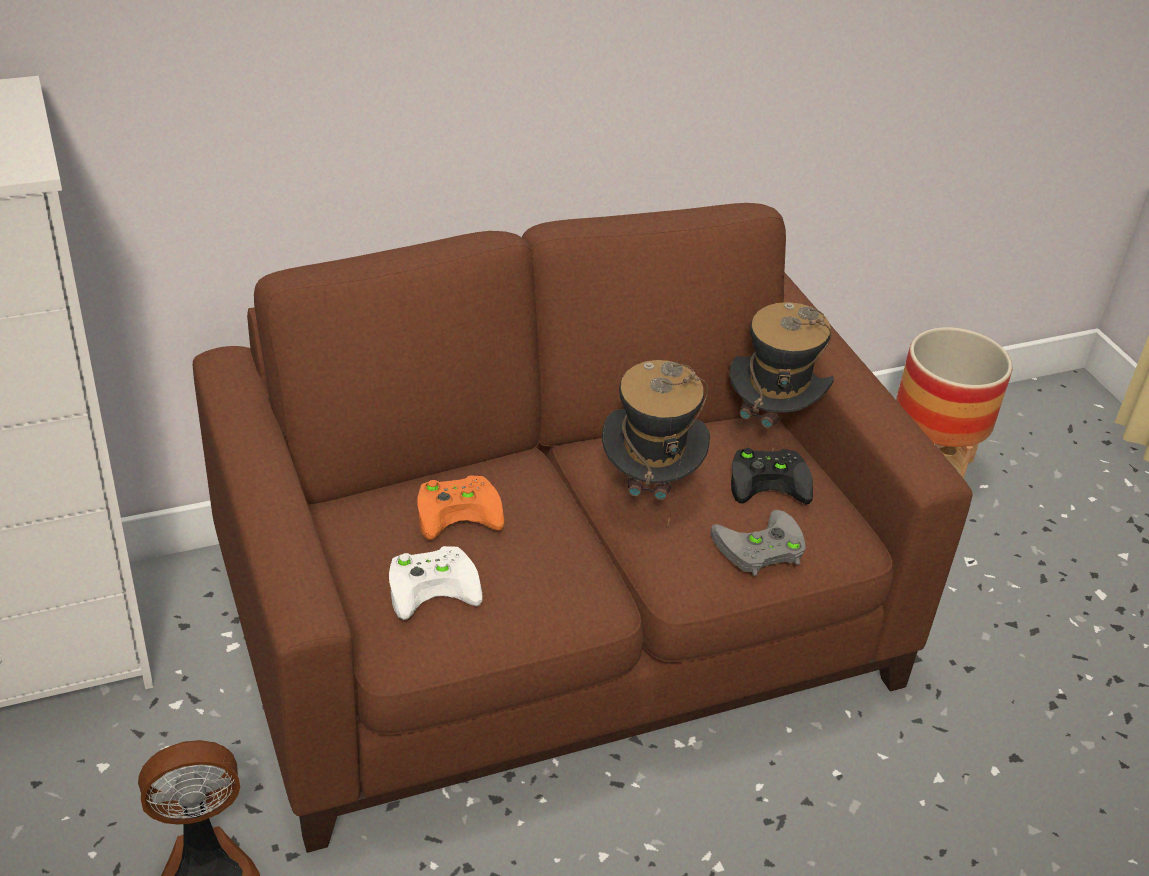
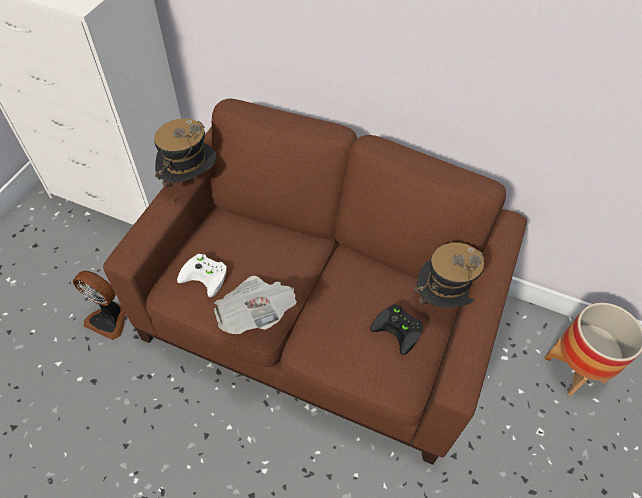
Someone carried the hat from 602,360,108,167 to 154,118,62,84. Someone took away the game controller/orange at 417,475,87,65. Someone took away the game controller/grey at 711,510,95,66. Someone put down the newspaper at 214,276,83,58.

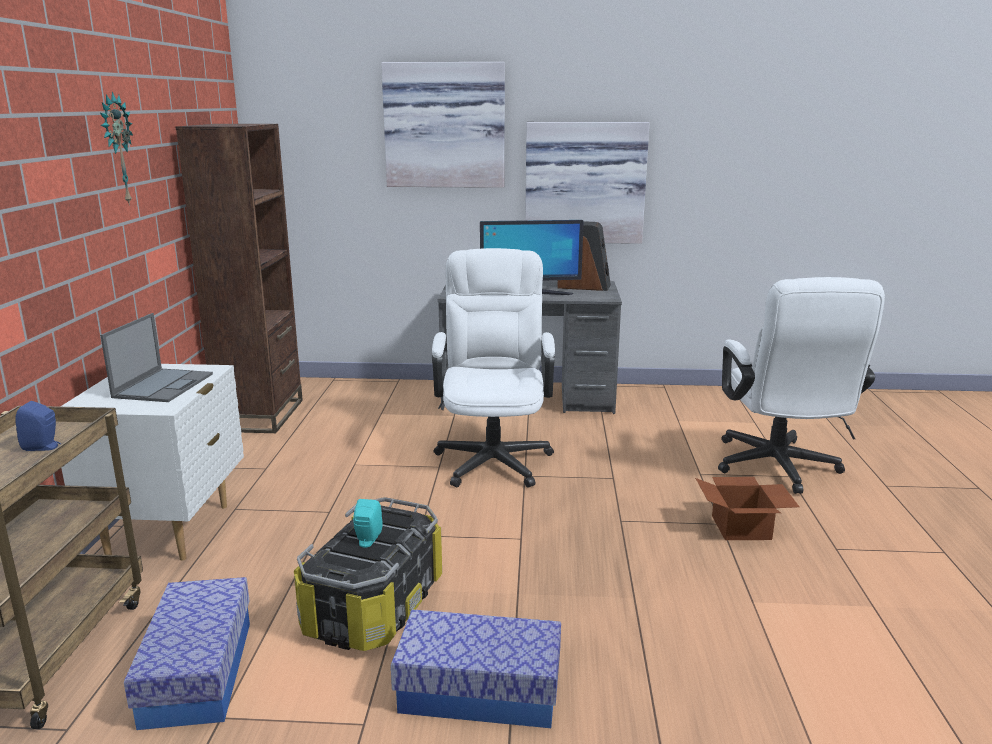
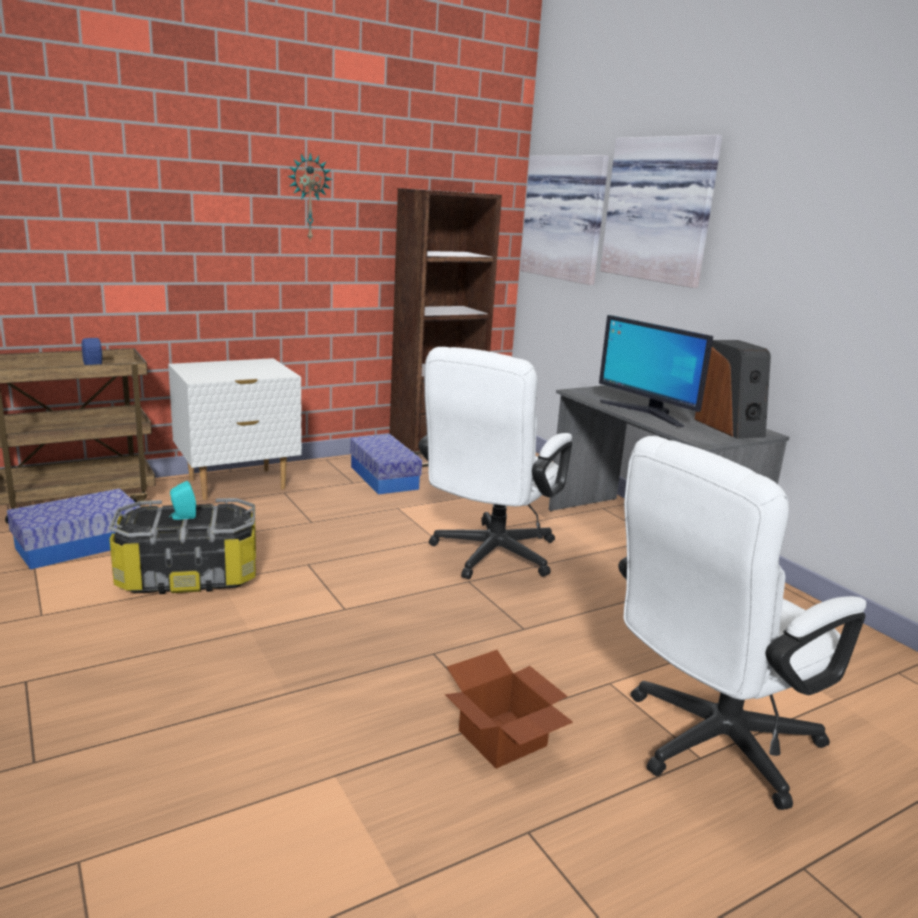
Someone carried the picture from 525,122,124,122 to 520,155,89,130. Someone rotated the office chair/white at 432,248,123,240 by 150 degrees clockwise. Someone took away the laptop at 100,313,113,89. Someone carried the storage box from 391,609,170,119 to 350,434,72,60.

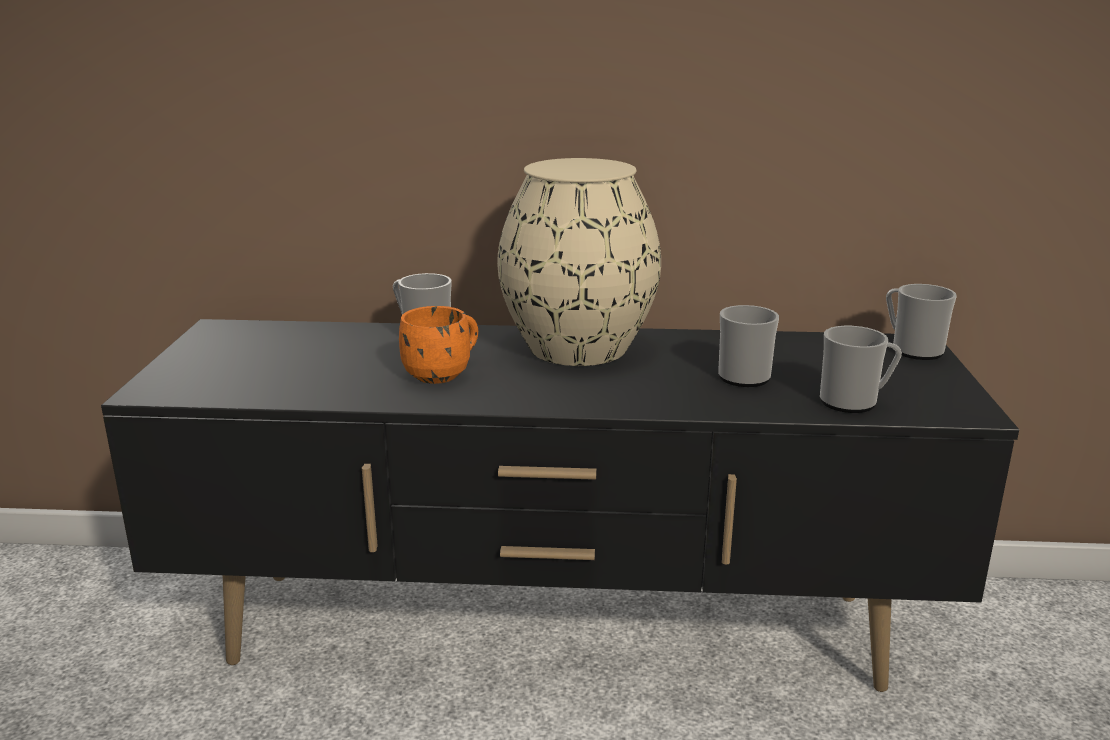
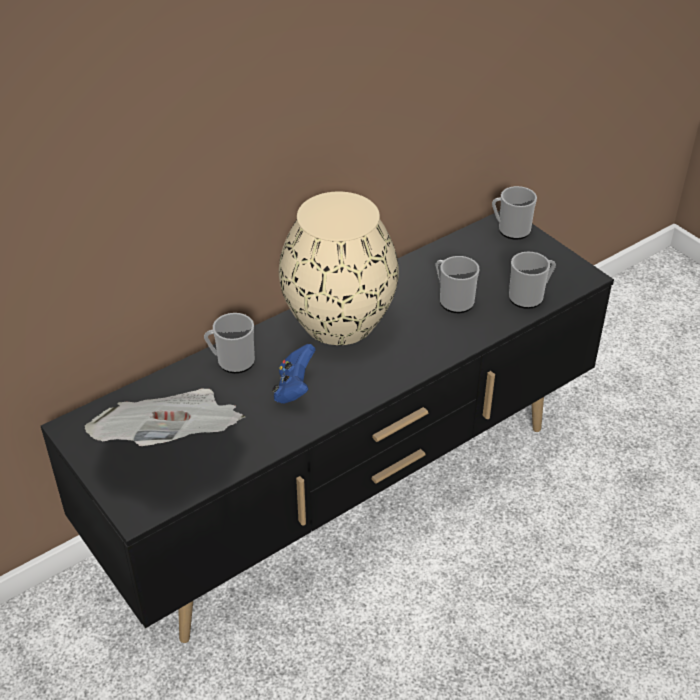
Someone swapped the mug/orange at 399,306,79,78 for the game controller/blue at 272,344,43,60. Someone put down the newspaper at 85,389,160,57.

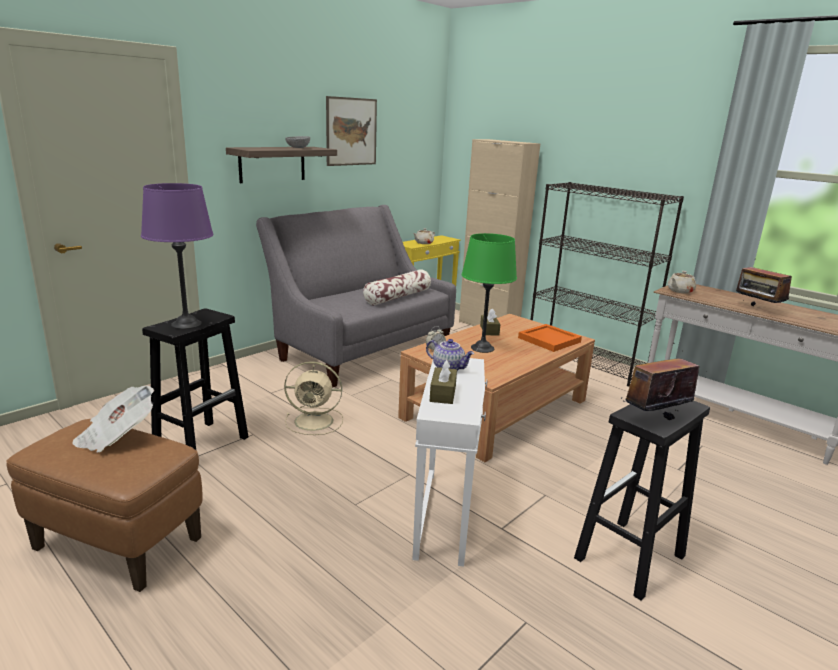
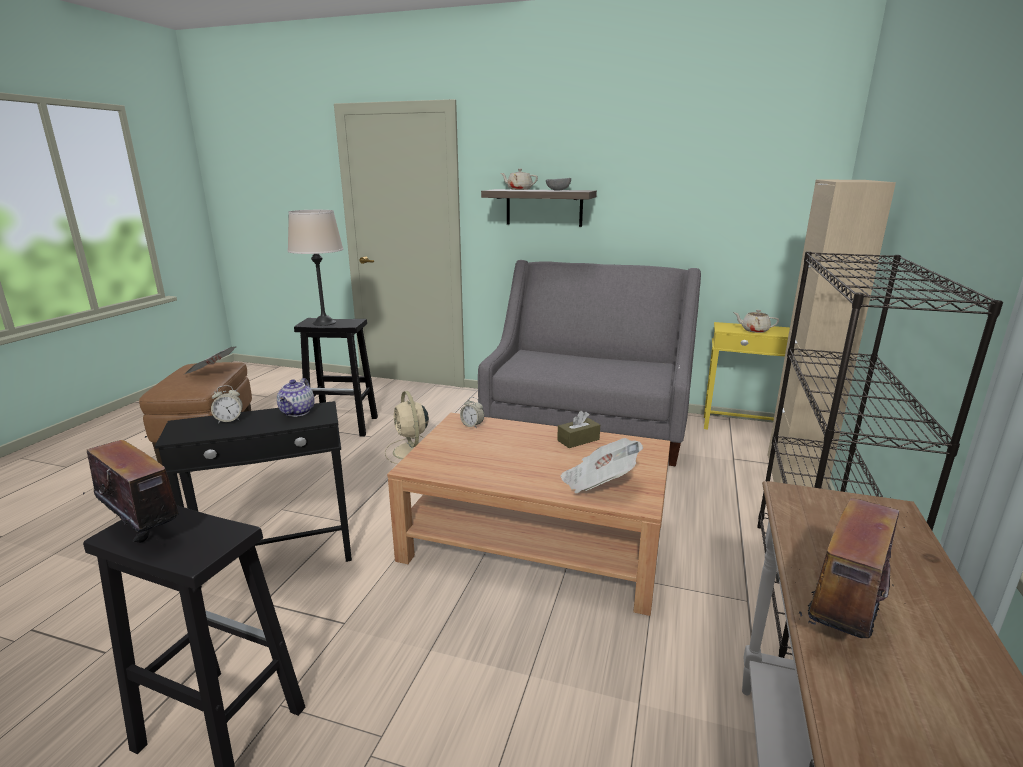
Someone took away the picture at 326,96,51,70. Someone repainted the table lamp/purple at 141,183,72,146, which became the table lamp/beige at 288,210,55,116. Someone took away the table lamp/green at 462,233,55,120. Someone took away the pillow at 363,269,68,36. Someone carried the teapot/beige from 668,271,28,23 to 501,169,37,21. Someone swapped the tray/orange at 518,324,64,28 for the newspaper at 560,438,83,56. Someone repainted the side table/white at 413,358,74,209, which became the side table/black at 155,401,197,186. Someone swapped the tissue box/brown at 430,360,27,44 for the alarm clock at 211,385,32,38.

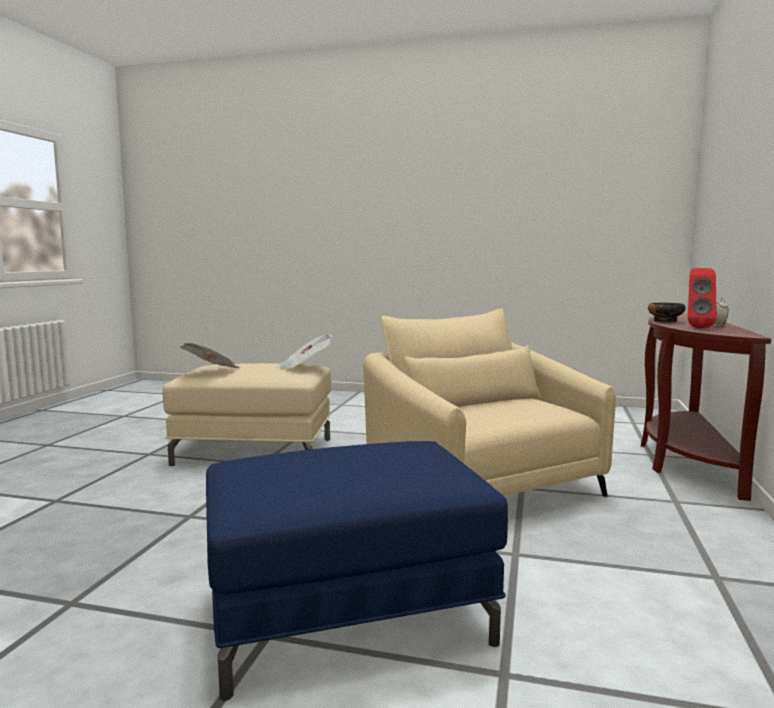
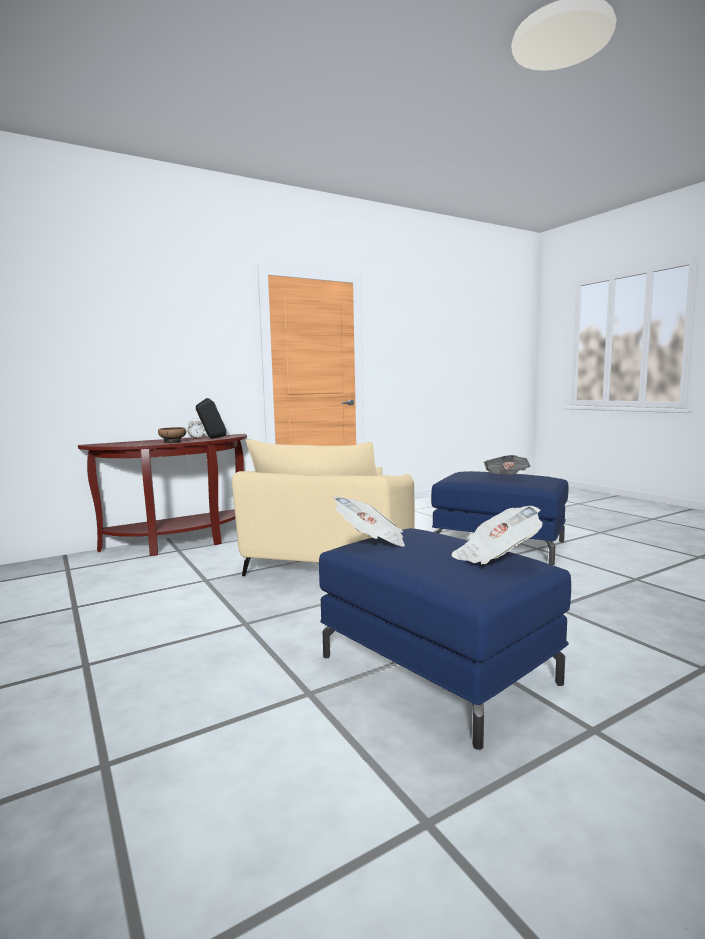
Someone repainted the speaker/red at 688,268,29,60, which became the speaker/black at 196,398,31,40. Someone repainted the ottoman/beige at 163,363,168,103, which became the ottoman/blue at 319,528,252,222. Someone put down the newspaper at 484,455,46,20.

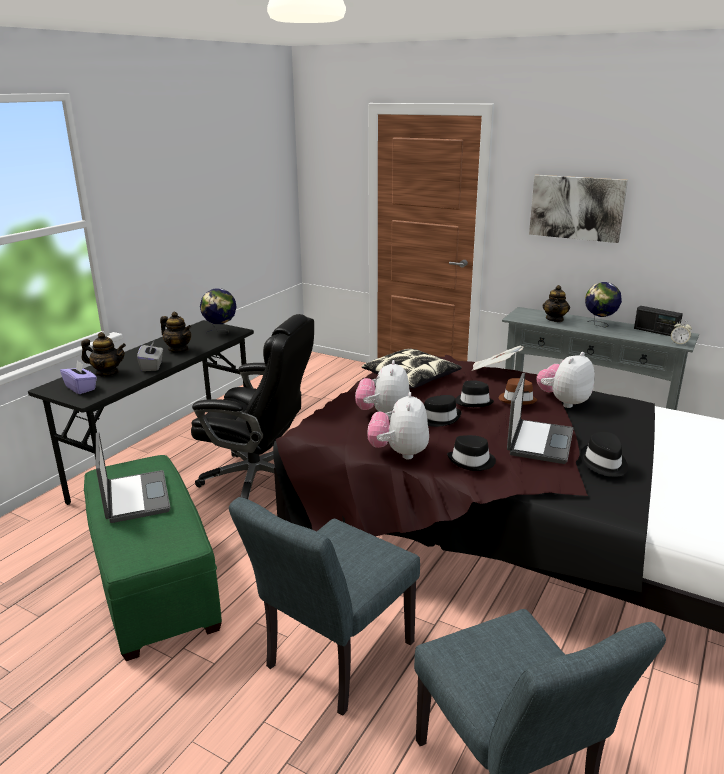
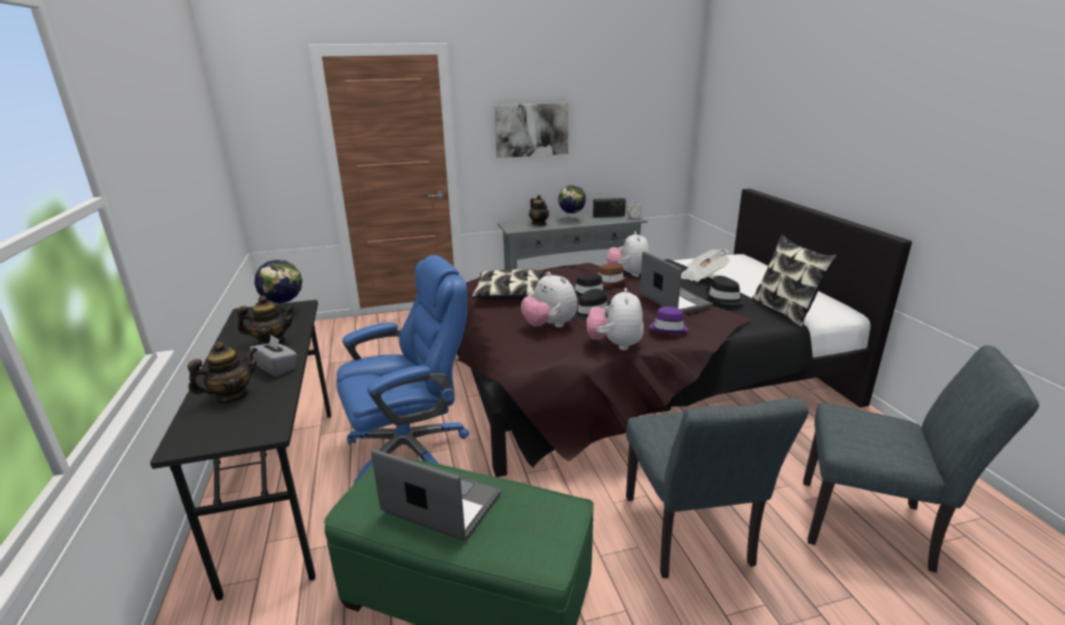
Someone repainted the office chair/black at 191,314,123,185, which became the office chair/blue at 336,255,134,229. Someone carried the newspaper from 472,345,51,26 to 681,249,49,33. Someone took away the tissue box/purple at 60,360,37,34. Someone rotated the plush toy at 367,392,62,67 by 45 degrees clockwise. Someone repainted the hat/black at 447,435,49,36, which became the hat/purple at 649,306,39,28. Someone put down the pillow at 752,235,85,92.

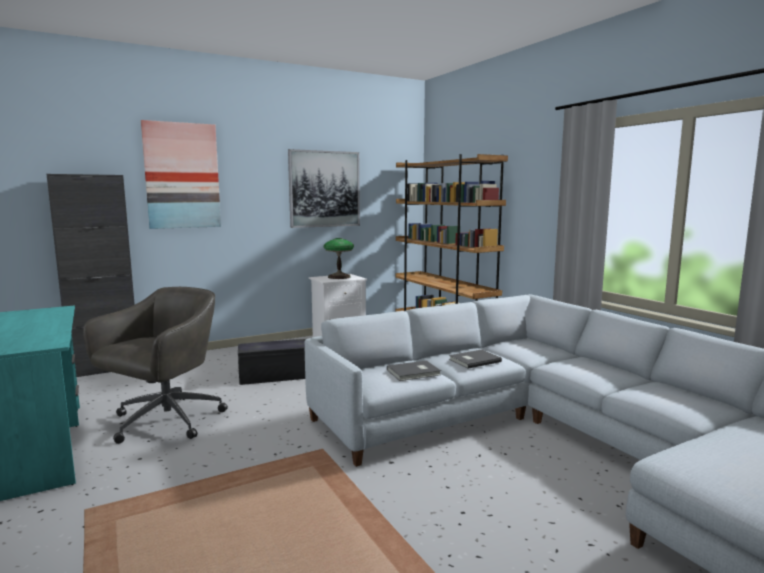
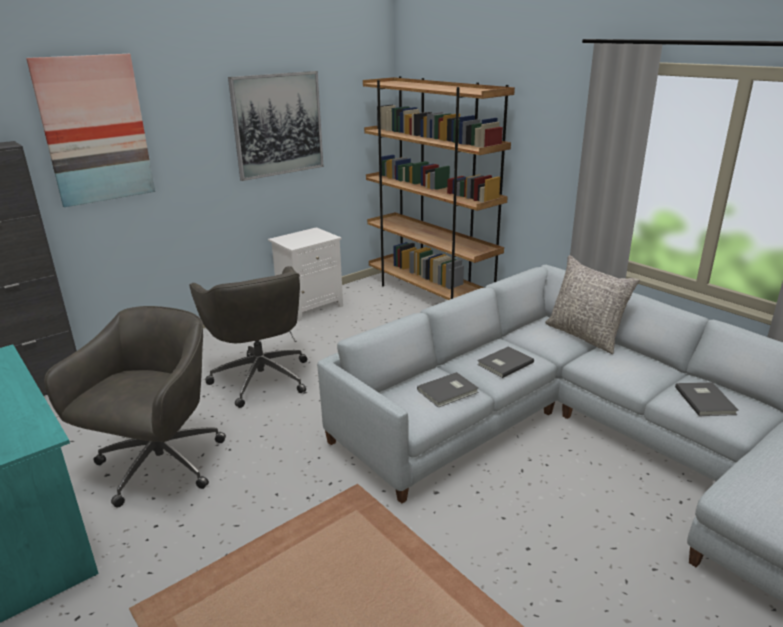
Someone took away the table lamp at 324,238,30,41. Someone swapped the storage box/black at 238,339,68,46 for the office chair/grey at 189,266,118,142. Someone put down the pillow/grey at 545,255,95,99. Someone put down the book/grey at 675,382,64,34.

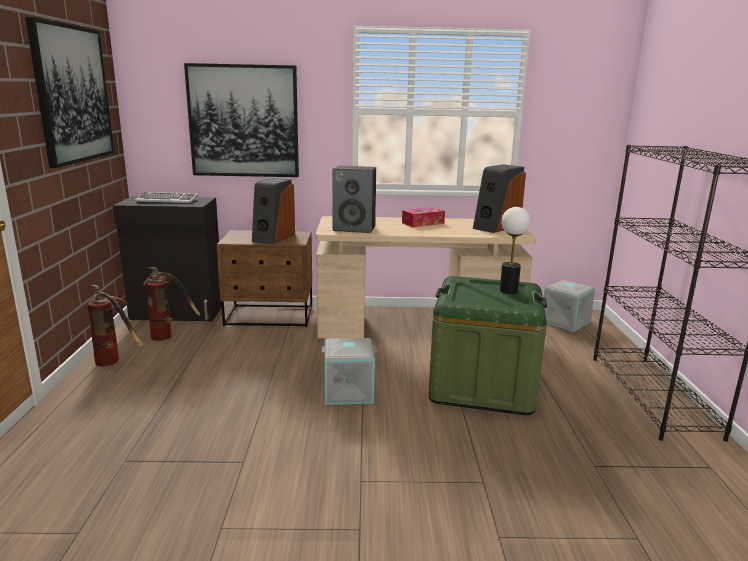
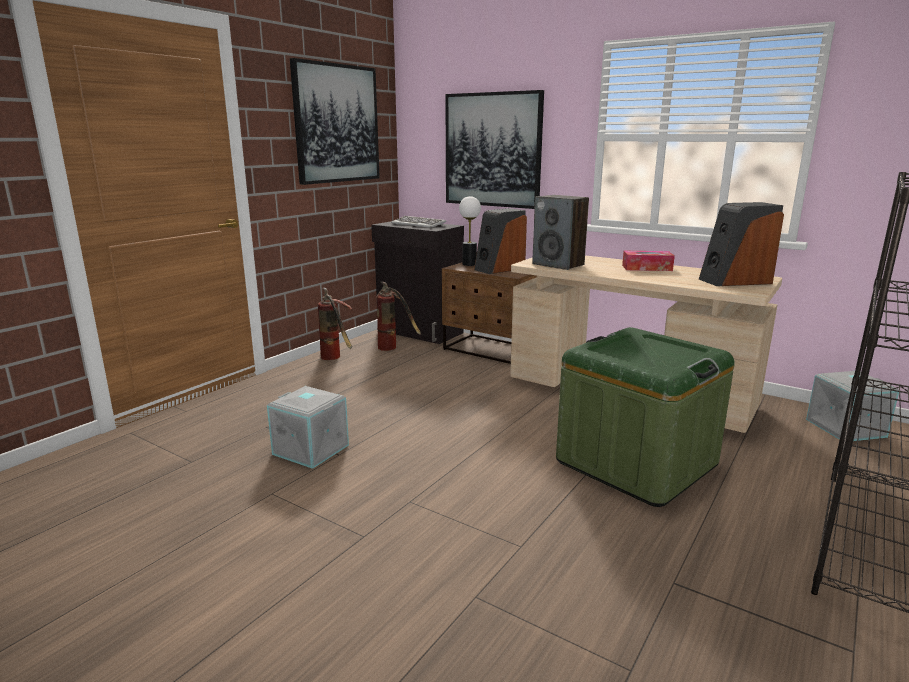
Someone carried the table lamp from 500,207,30,87 to 459,196,22,70. Someone carried the storage box/grey from 322,338,55,67 to 267,386,82,83.

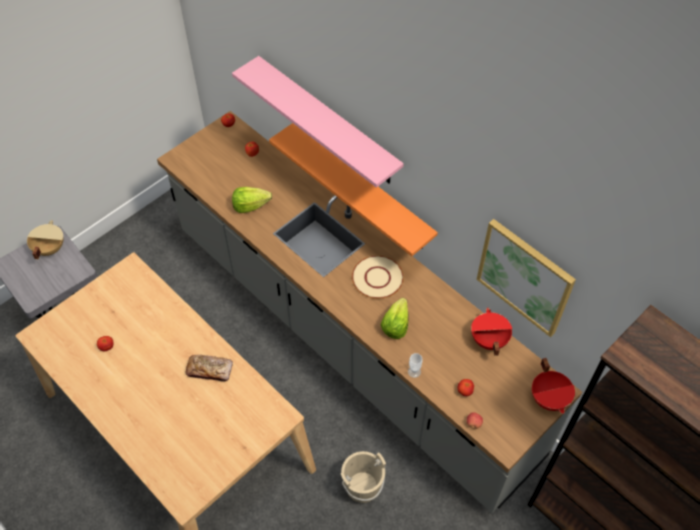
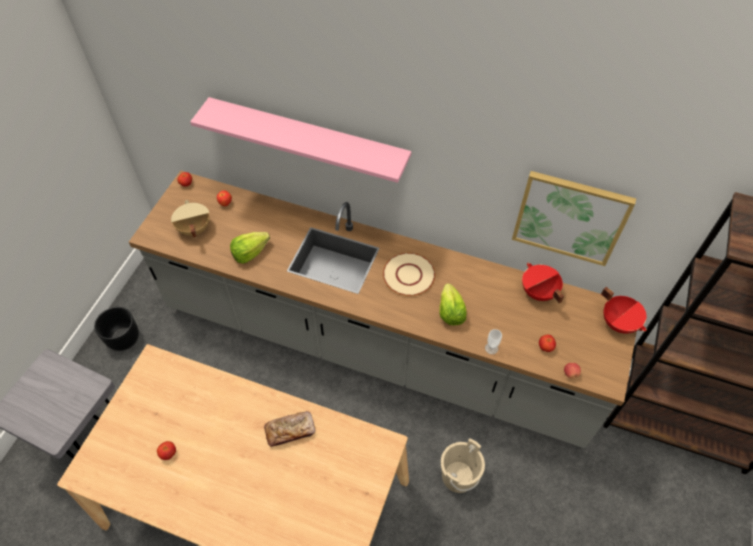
Someone took away the shelf/orange at 269,123,169,133. Someone carried the cooking pot/beige from 27,220,36,40 to 171,200,39,38. Someone put down the planter/black at 94,307,45,44.

